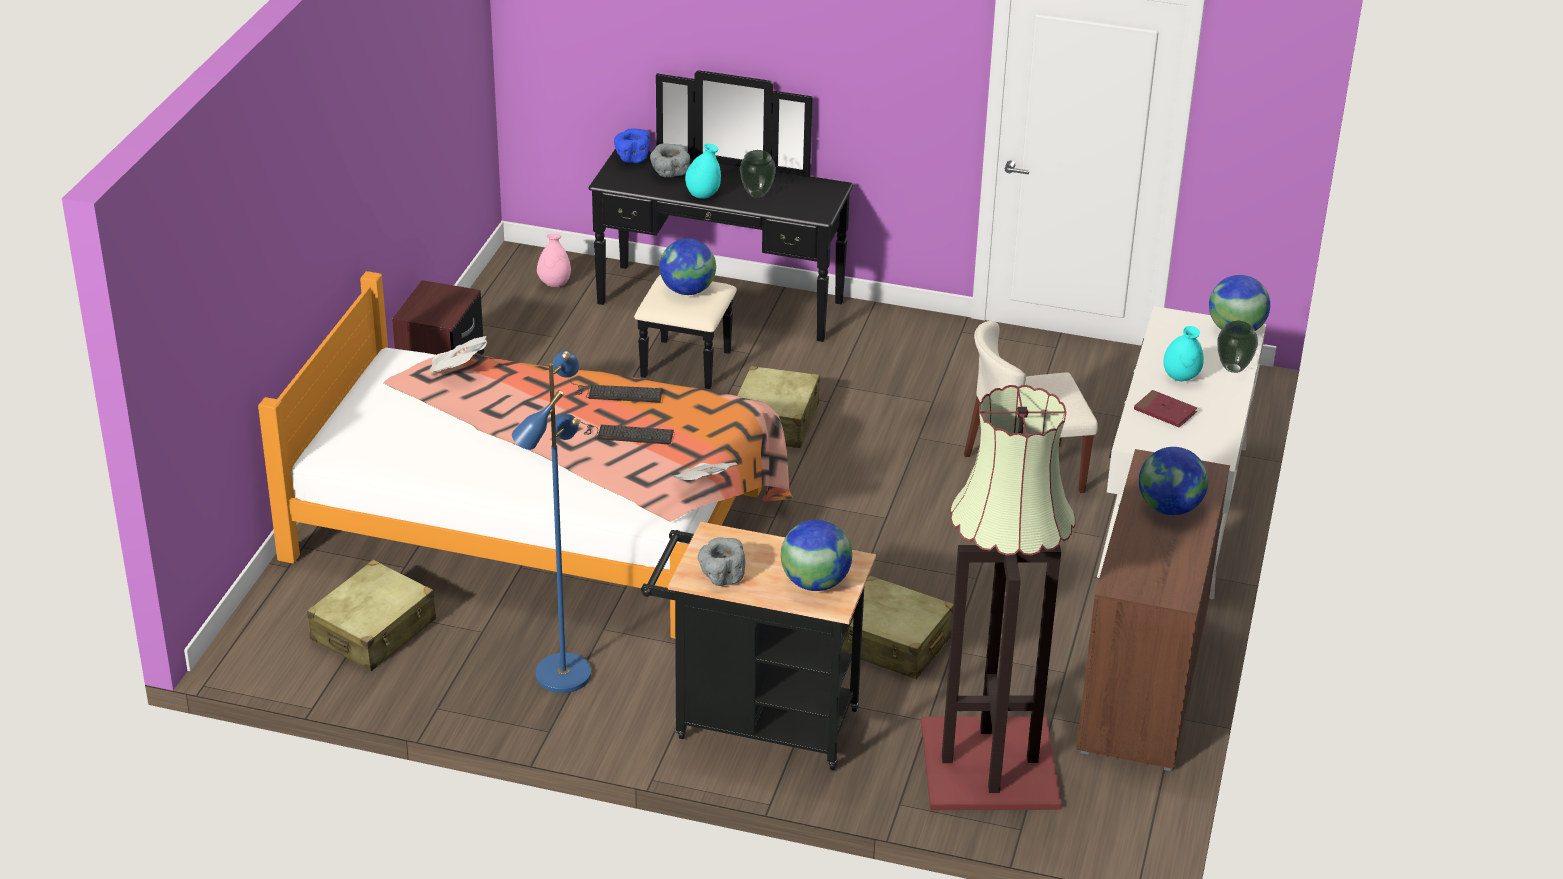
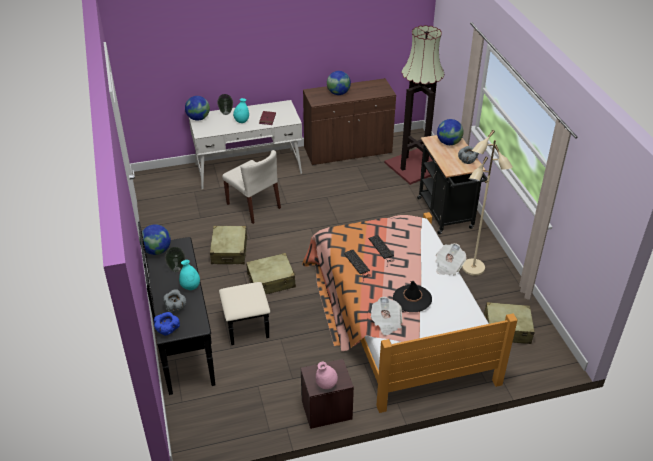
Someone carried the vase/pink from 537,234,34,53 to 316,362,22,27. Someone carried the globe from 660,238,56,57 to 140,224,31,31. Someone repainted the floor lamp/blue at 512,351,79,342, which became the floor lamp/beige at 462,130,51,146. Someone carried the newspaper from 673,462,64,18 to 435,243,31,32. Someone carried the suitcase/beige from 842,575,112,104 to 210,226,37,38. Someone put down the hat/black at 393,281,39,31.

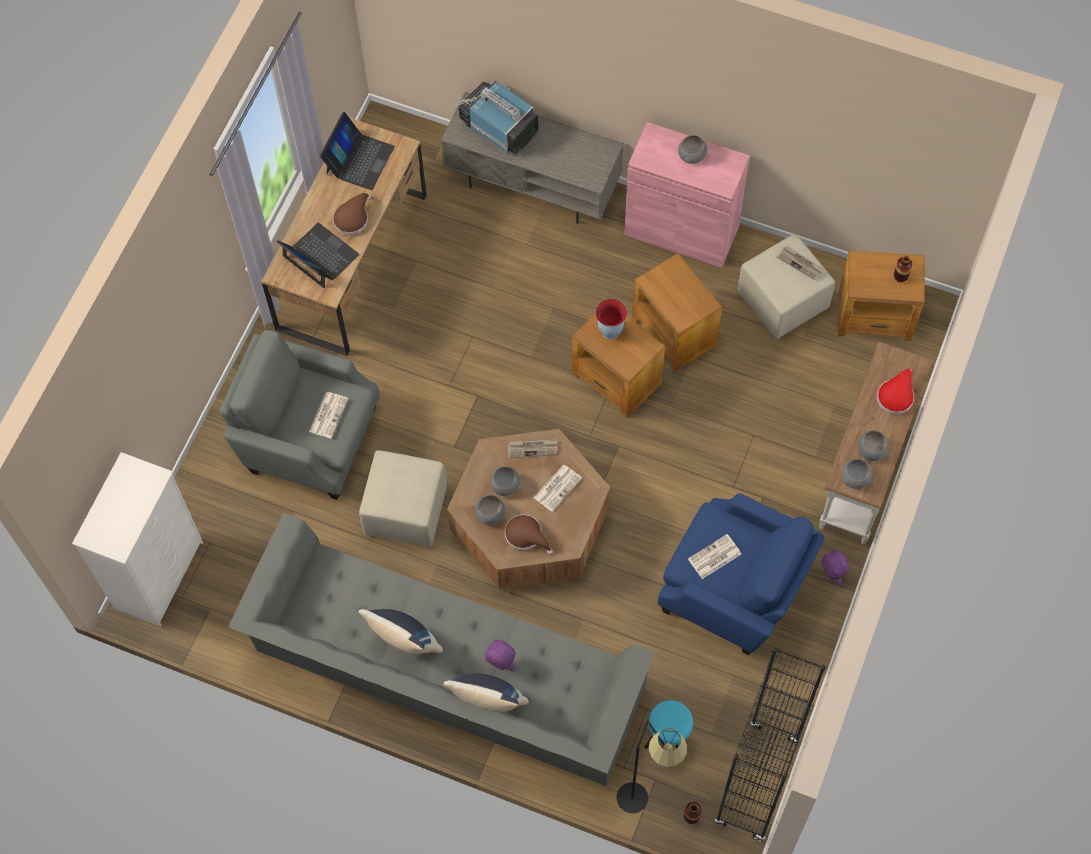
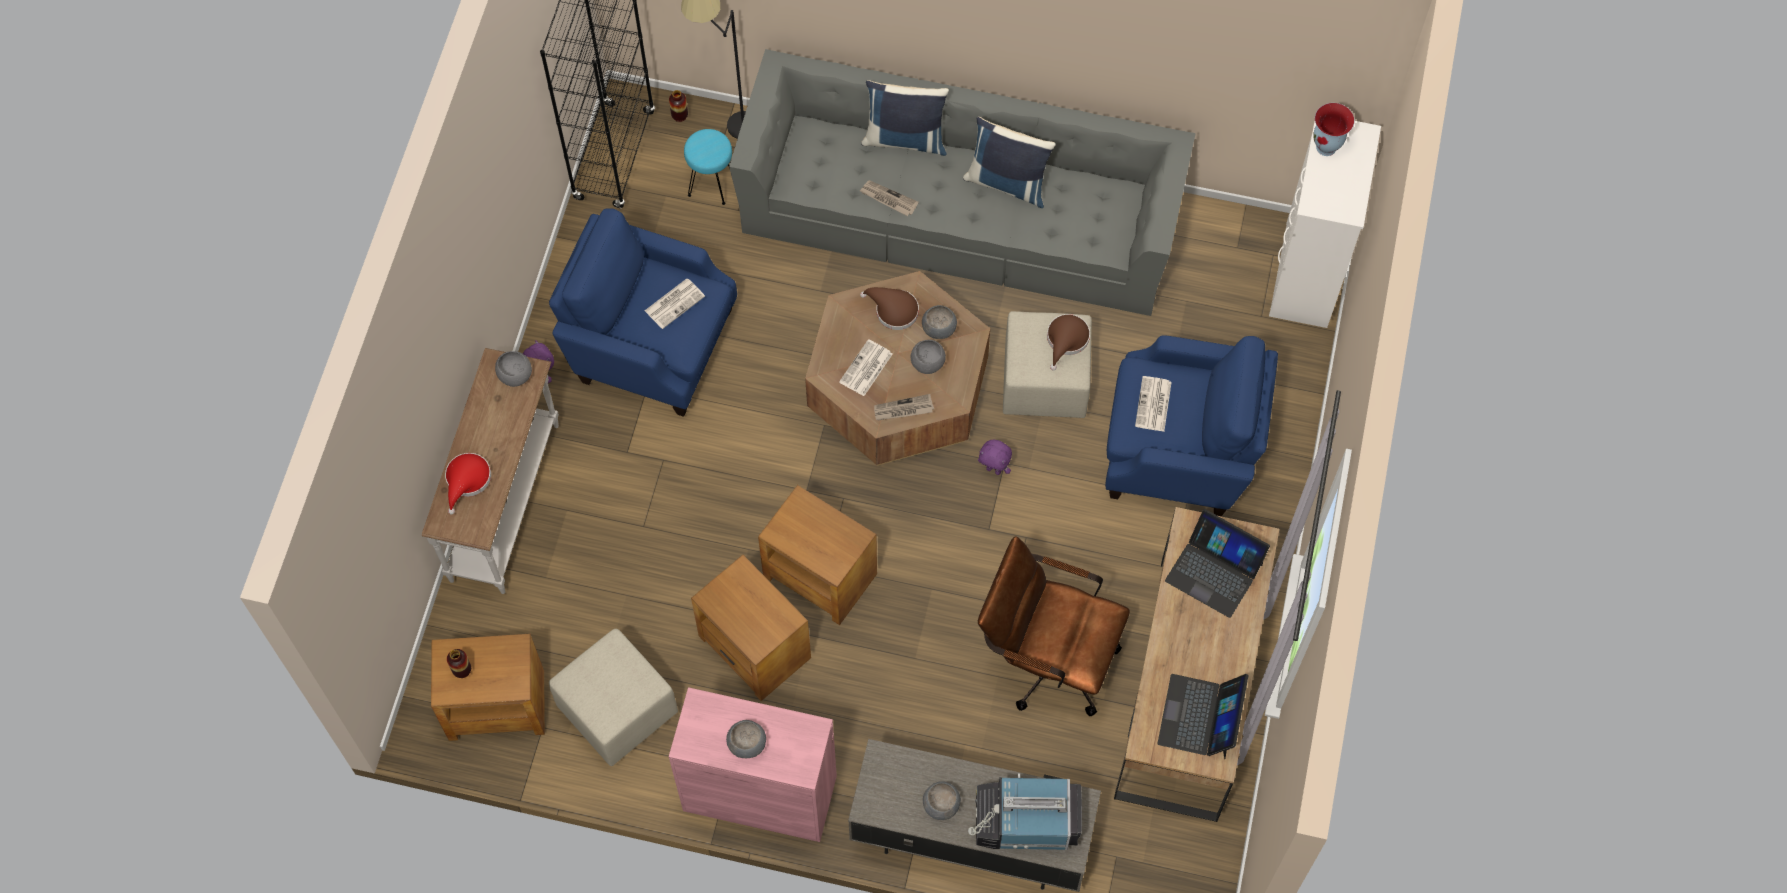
Someone rotated the television at 458,80,80,74 by 150 degrees clockwise. Someone carried the hat/brown from 333,193,38,43 to 1047,314,43,57. Someone carried the newspaper from 776,246,49,34 to 860,180,59,36. Someone carried the vase from 595,298,32,42 to 1313,103,41,53. Someone repainted the armchair/grey at 220,330,160,170, which became the armchair/blue at 1105,335,173,181. Someone carried the bowl/grey from 858,430,30,31 to 923,781,38,39. Someone carried the plush toy/purple from 485,639,31,32 to 978,440,34,35. Someone put down the office chair/brown at 978,536,152,180.

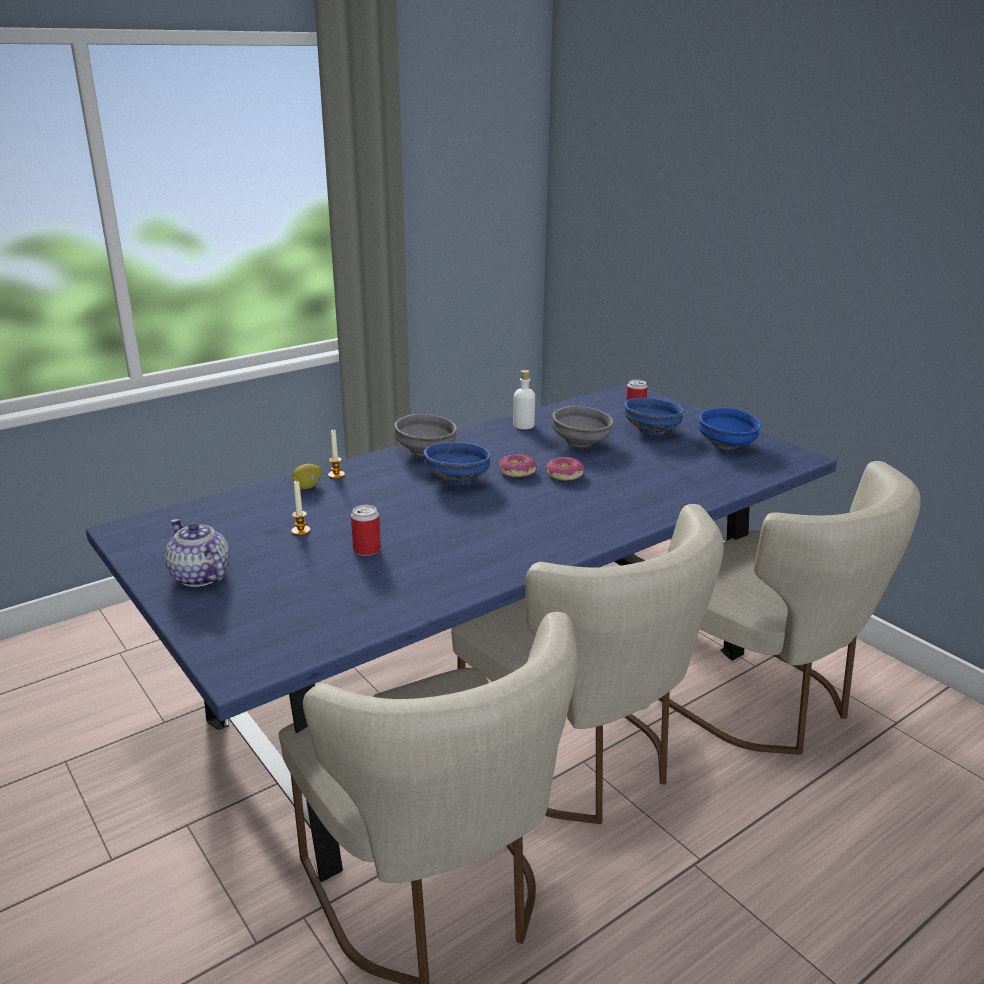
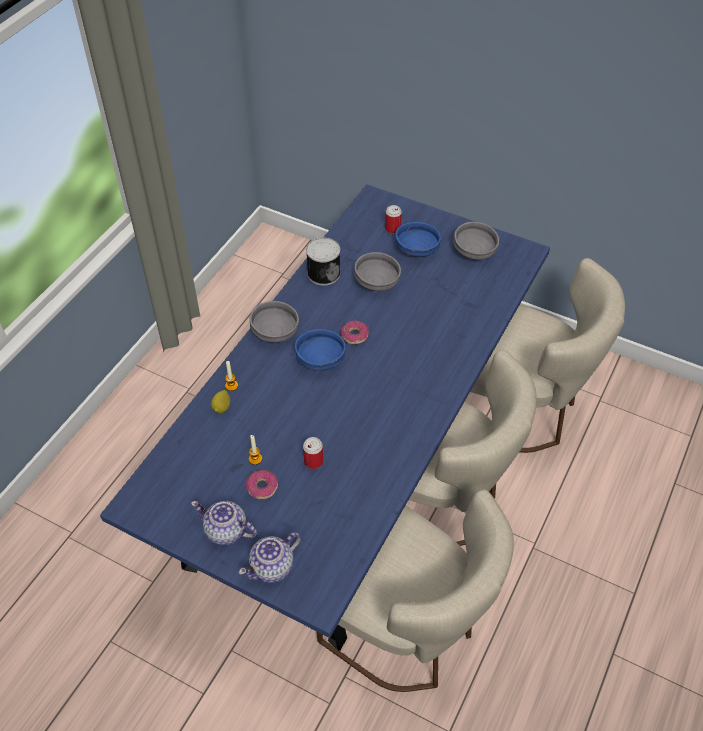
Someone swapped the bottle/white at 513,370,22,59 for the can at 306,238,35,48. Someone repainted the bowl/blue at 698,407,63,43, which became the bowl/grey at 453,222,46,38. Someone carried the donut from 546,457,38,24 to 246,470,32,29. Someone put down the teapot at 239,532,62,51.

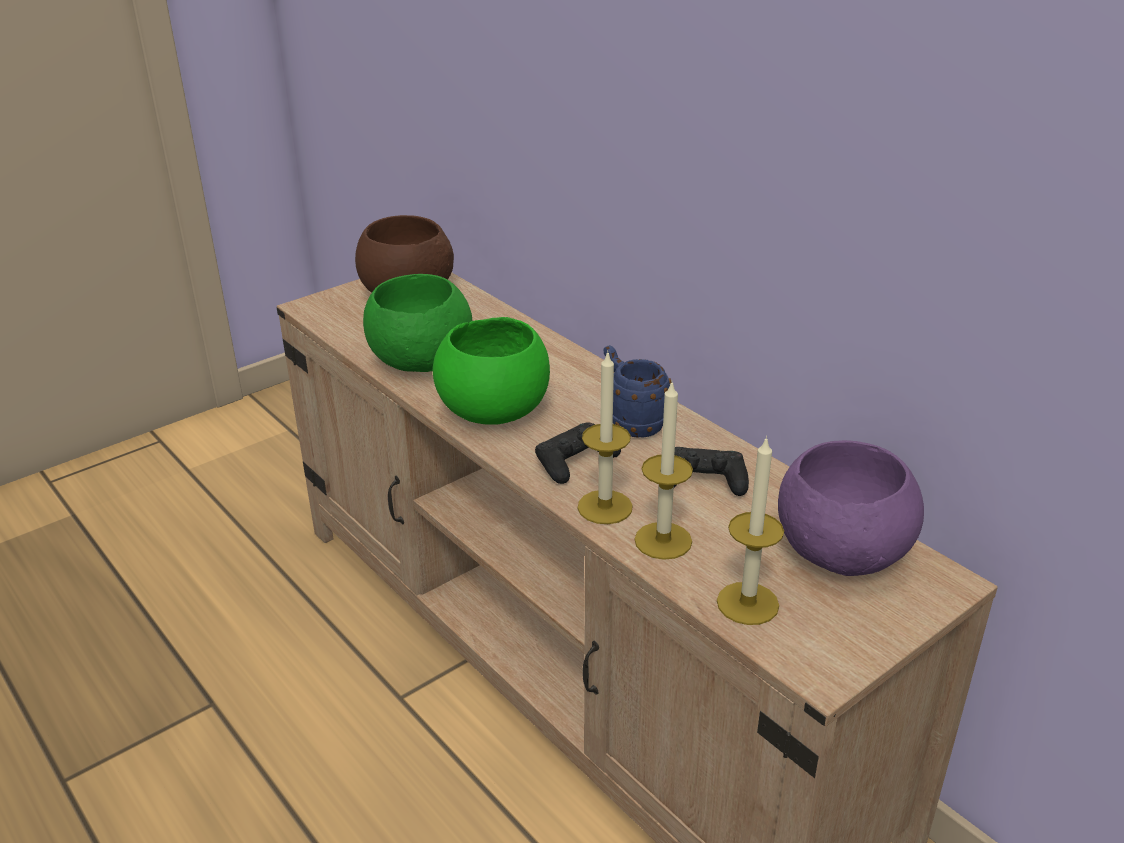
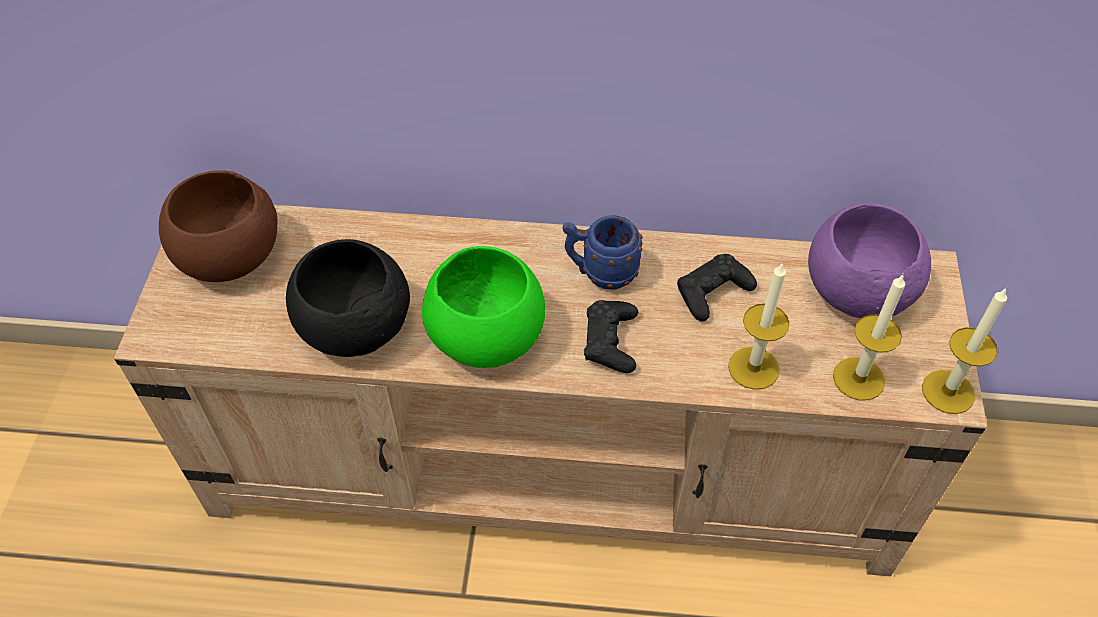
Someone repainted the bowl/green at 363,274,109,98, which became the bowl/black at 286,239,124,118. Someone carried the candle from 578,350,55,174 to 922,288,85,126.

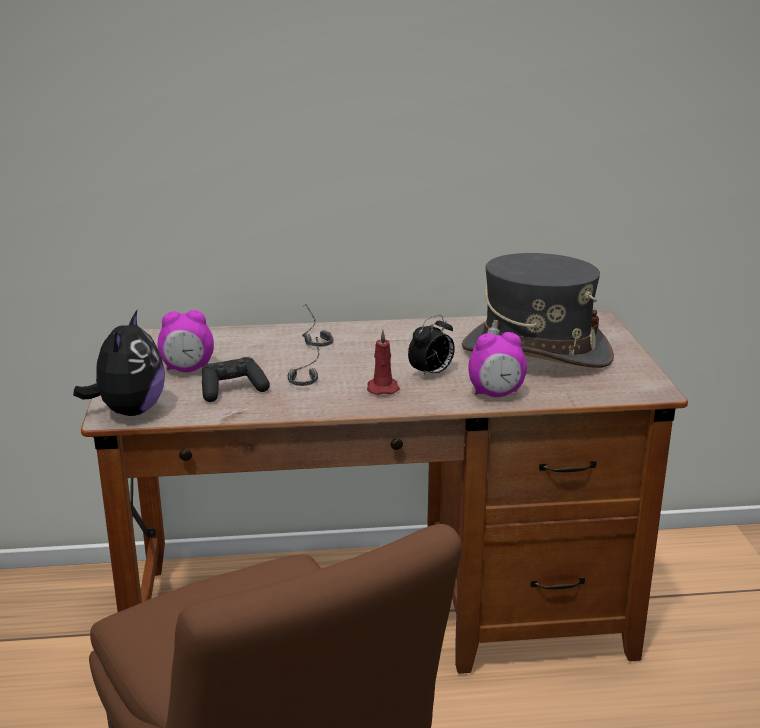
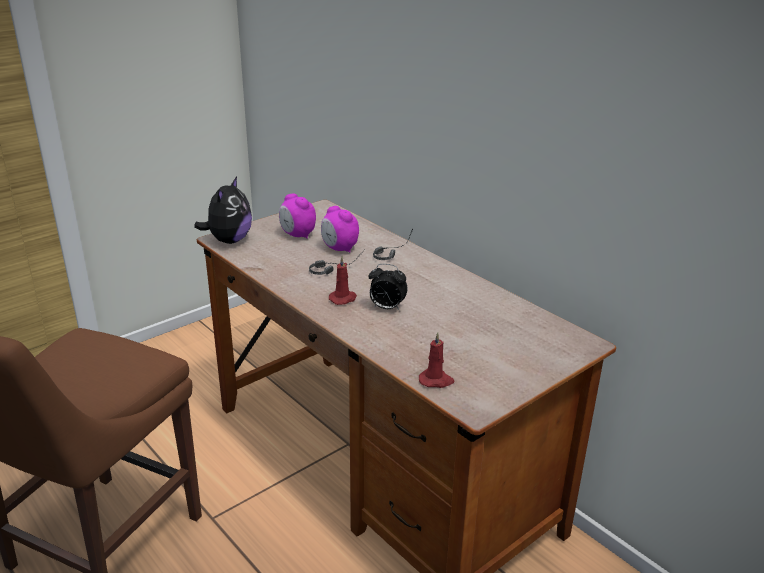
Someone took away the hat/grey at 462,253,152,115. Someone rotated the plush toy at 73,310,92,106 by 45 degrees counterclockwise. Someone carried the alarm clock from 468,332,59,65 to 321,206,38,47. Someone took away the game controller/black at 202,357,68,45. Someone put down the candle/red at 419,332,35,56.

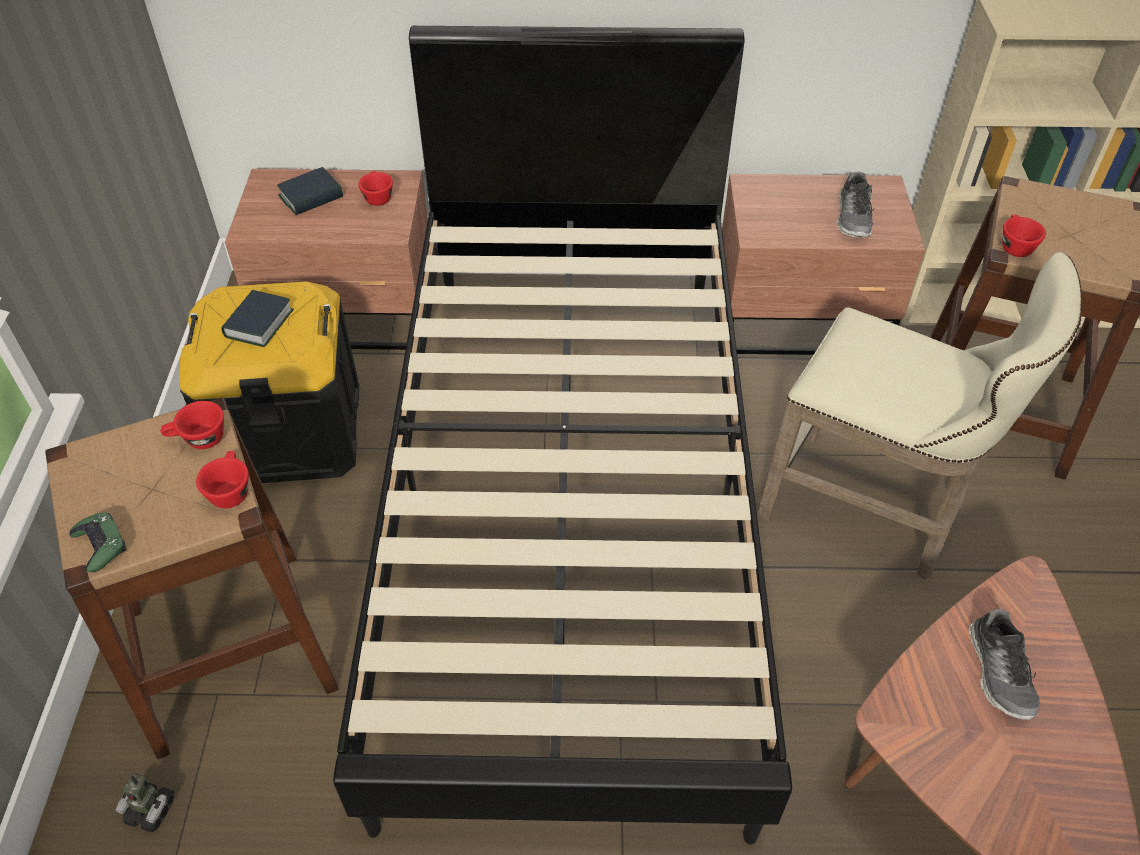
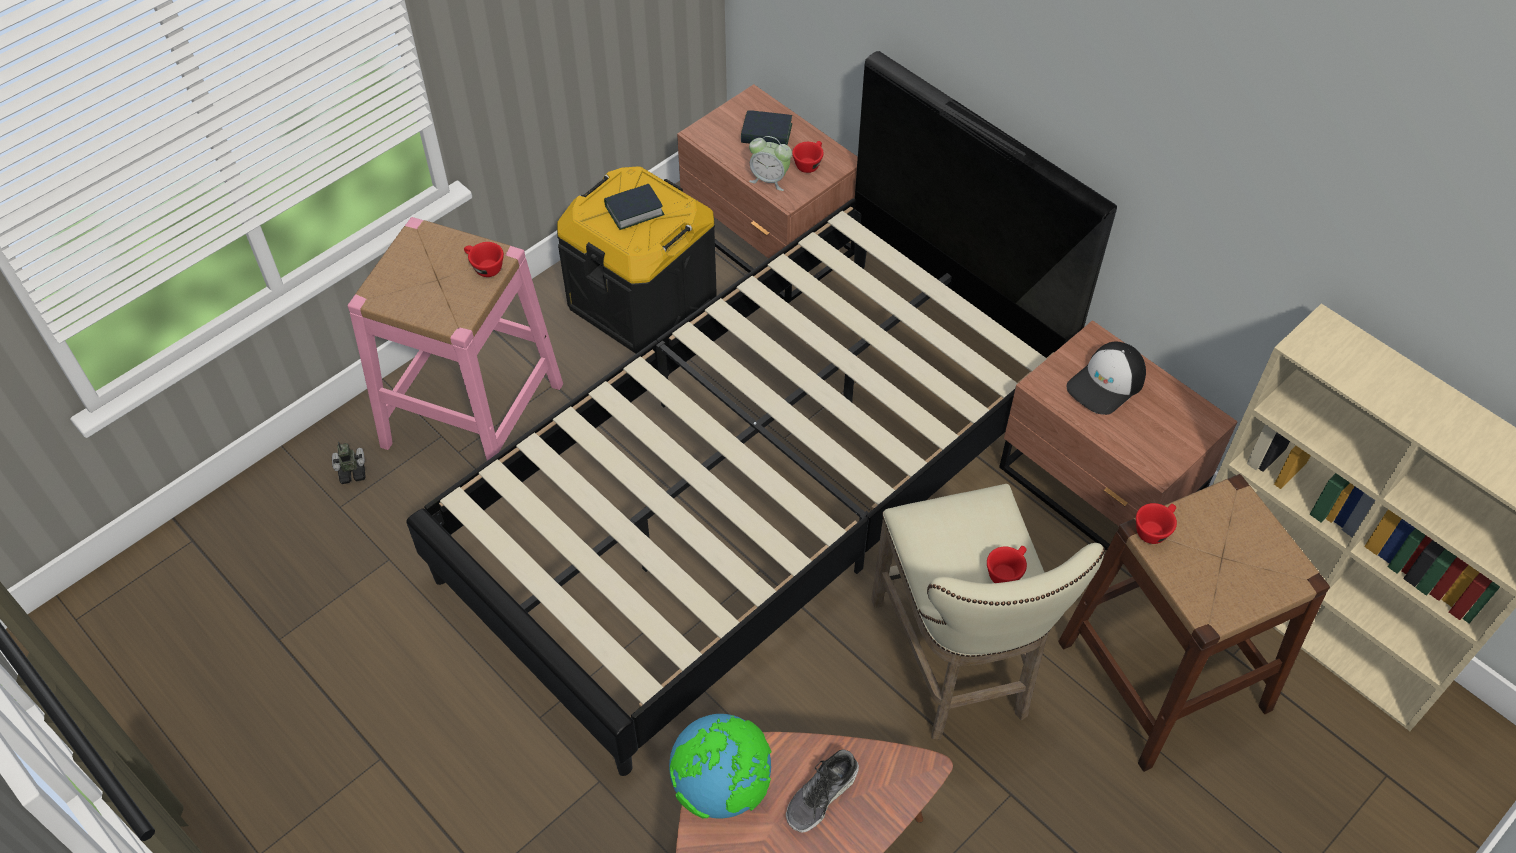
Someone took away the shoe at 837,172,37,65. Someone repainted the stool/brown at 45,397,294,362, which became the stool/pink at 348,217,215,244. Someone carried the cup/red from 196,451,53,57 to 987,546,40,37. Someone took away the game controller/green at 69,513,57,60. Someone rotated the toy robot at 115,773,59,59 by 105 degrees clockwise. Someone put down the alarm clock at 749,136,43,55. Someone put down the cap at 1067,342,79,73. Someone put down the globe at 669,714,102,105.

